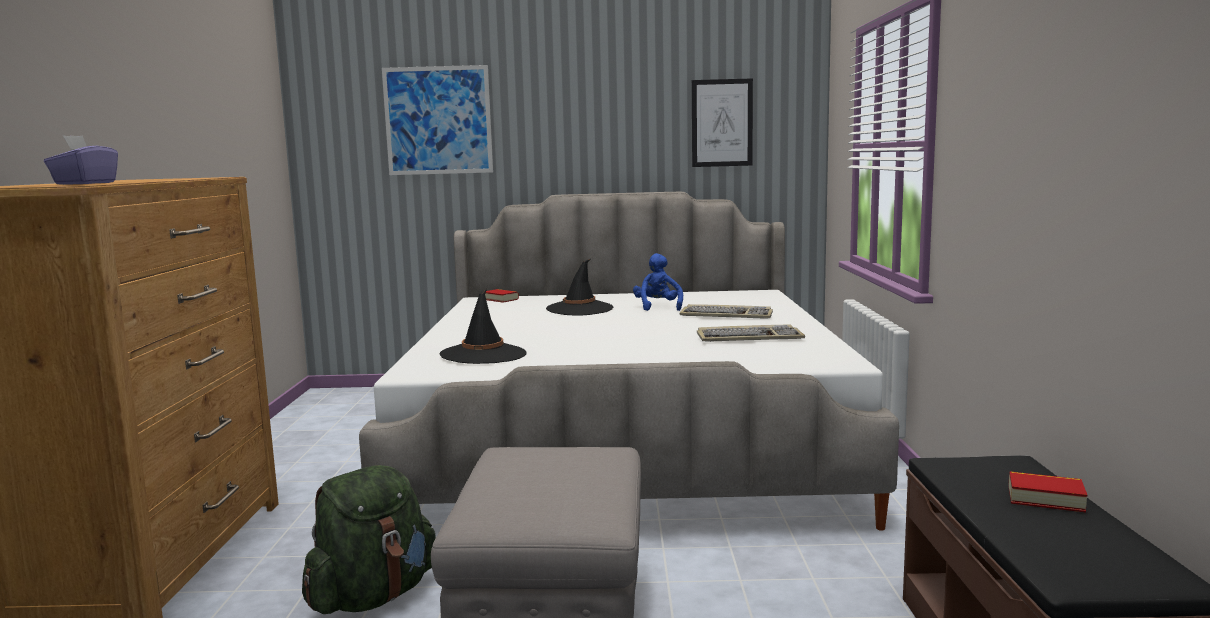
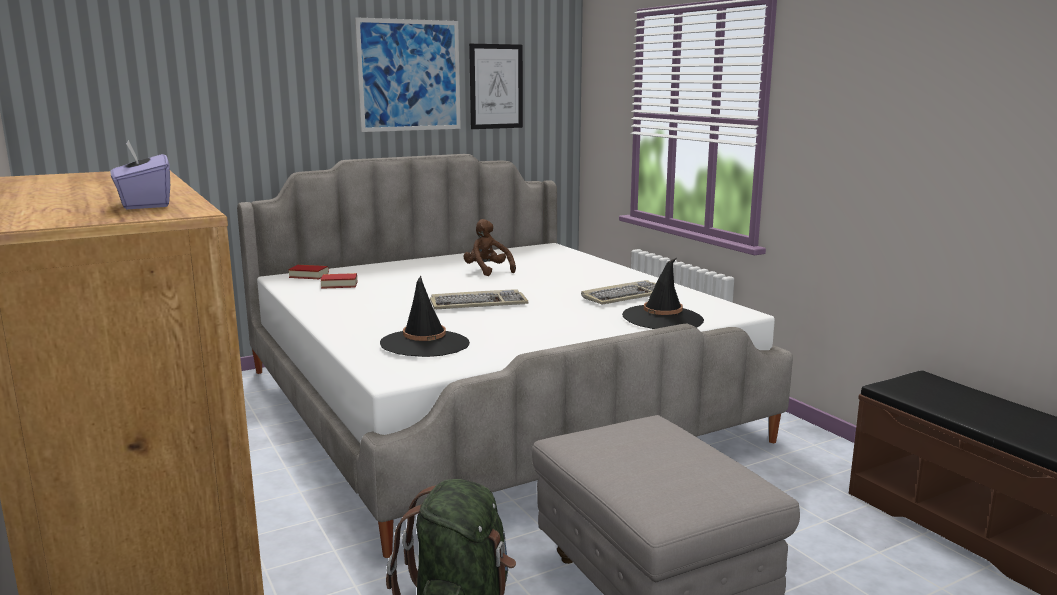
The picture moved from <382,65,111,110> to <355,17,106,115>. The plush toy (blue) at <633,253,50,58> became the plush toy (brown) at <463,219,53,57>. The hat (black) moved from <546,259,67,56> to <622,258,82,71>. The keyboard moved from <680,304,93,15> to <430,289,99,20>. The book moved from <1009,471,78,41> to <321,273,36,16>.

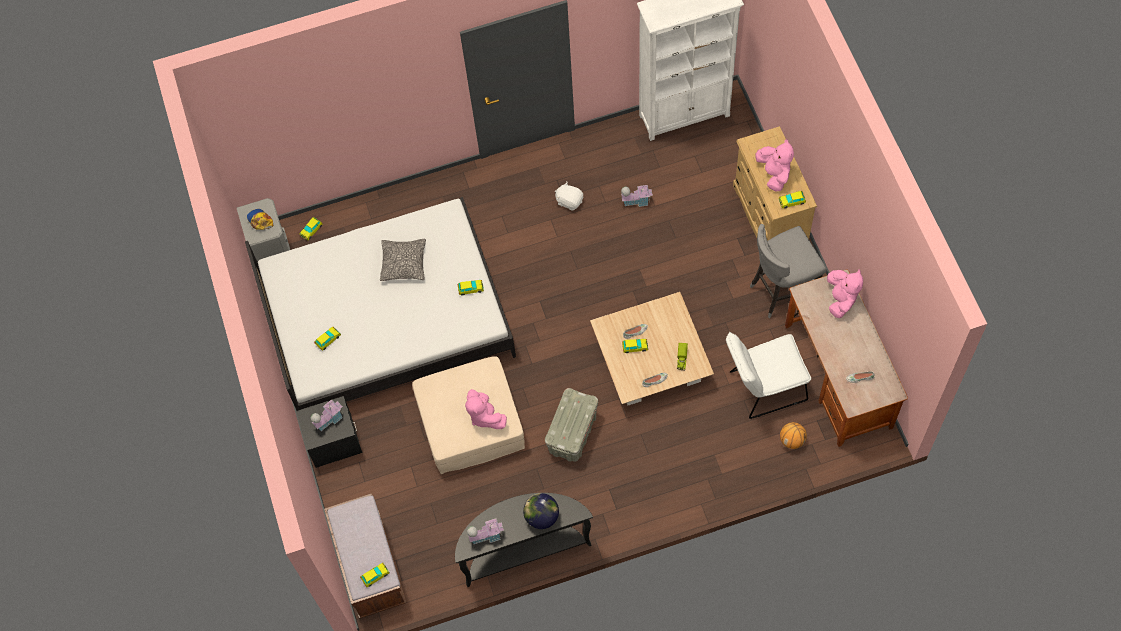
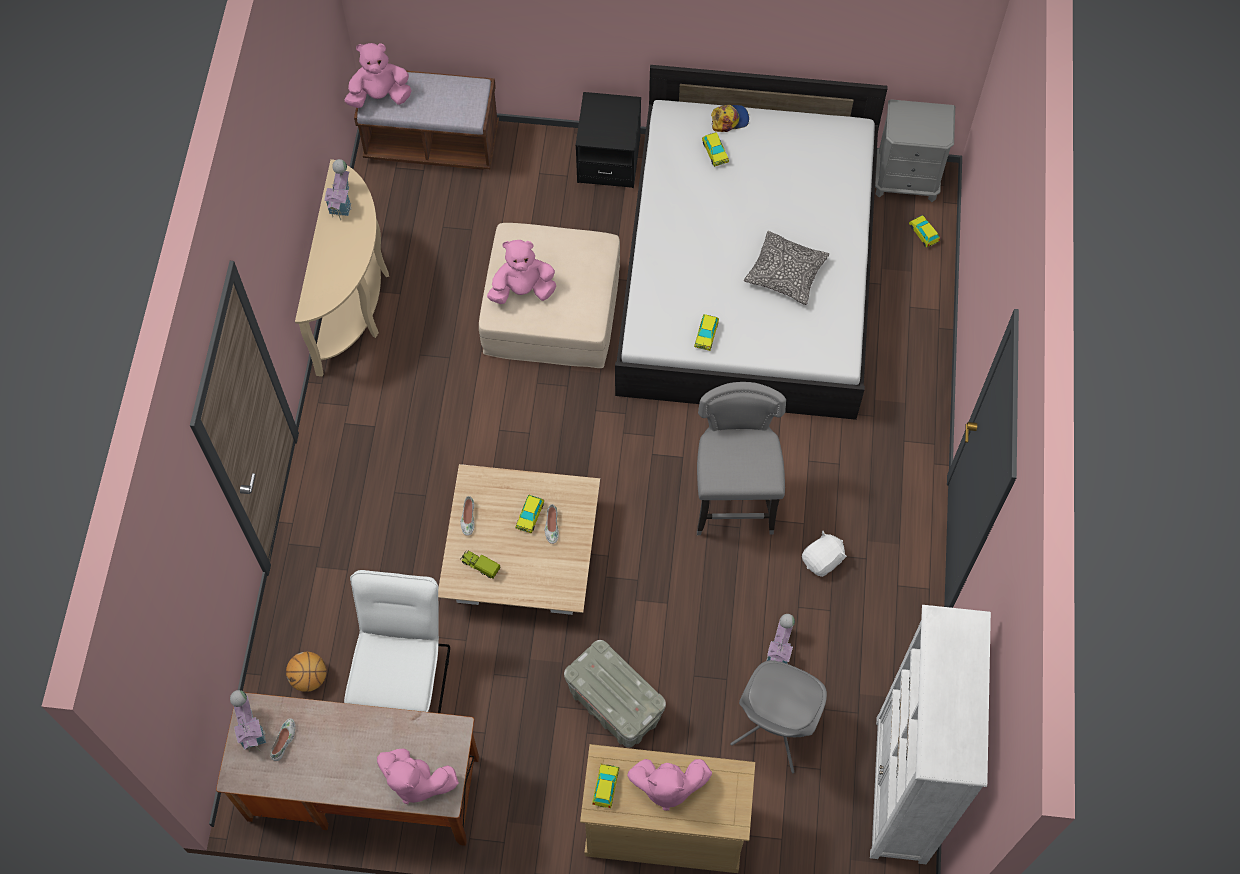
The cap moved from <247,209,26,21> to <711,105,38,27>. The stool (grey) moved from <750,224,77,94> to <697,382,89,153>. The storage box (grey) moved from <545,388,53,74> to <564,640,102,108>. The toy house moved from <311,399,32,32> to <230,690,36,62>. The console table (black) at <455,493,138,94> became the console table (beige) at <295,159,94,218>. The globe at <523,493,36,36> disappeared. The toy car at <360,563,30,24> was replaced by the plush toy (pink) at <345,43,67,65>. The chair (grey) at <730,660,97,113> appeared.

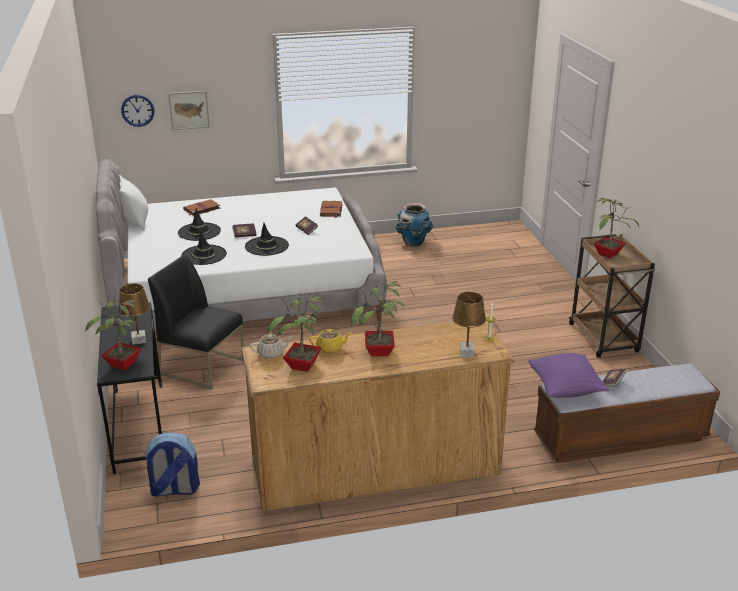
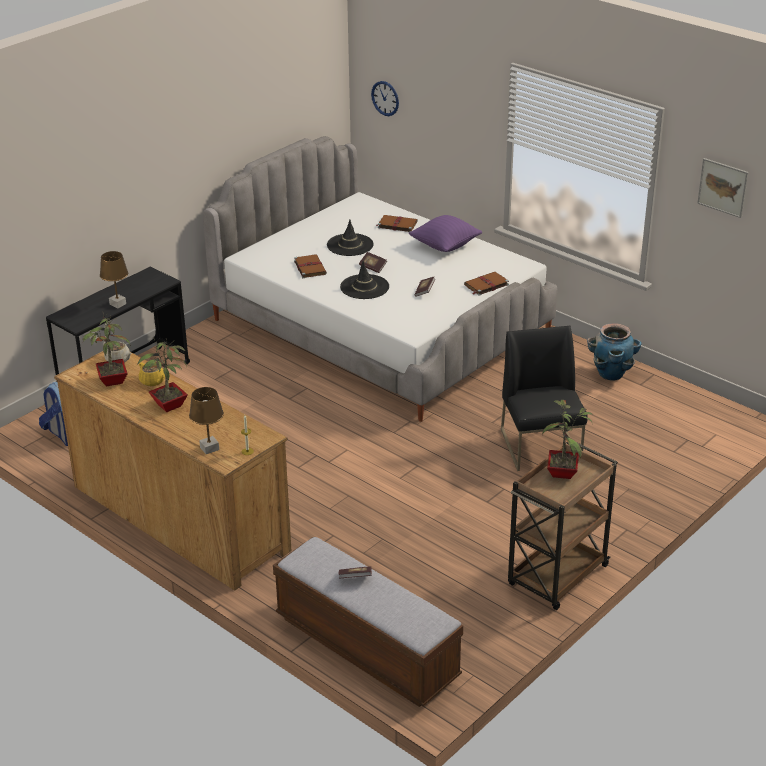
The picture moved from <168,91,42,39> to <697,158,52,60>. The pillow (white) at <119,174,29,57> disappeared. The hat (black) at <181,232,46,33> was replaced by the book (brown) at <294,254,33,24>. The chair (black) moved from <148,254,96,136> to <501,326,87,145>. The potted plant at <85,296,56,74> disappeared. The pillow (purple) moved from <528,353,81,45> to <409,215,73,37>.

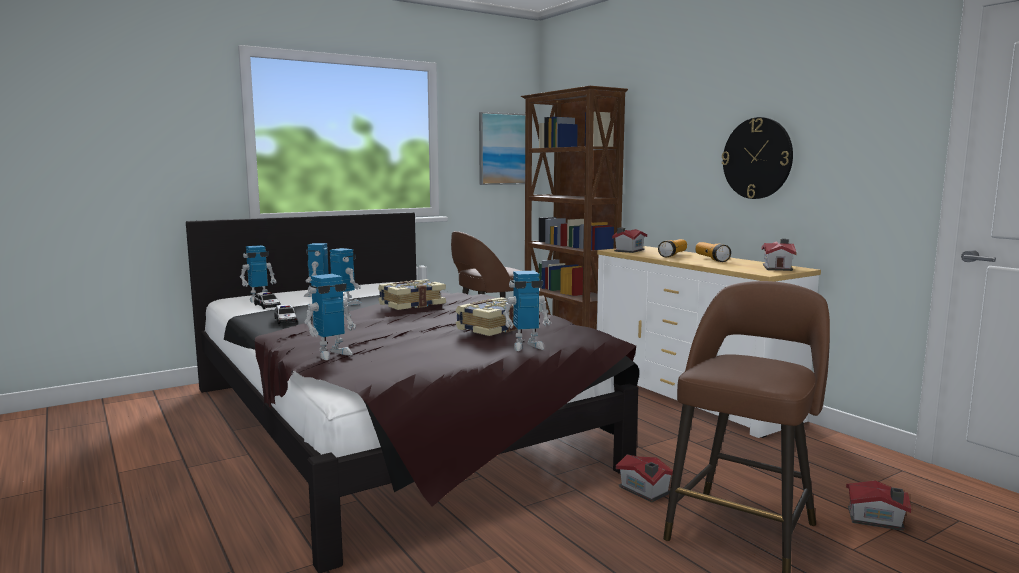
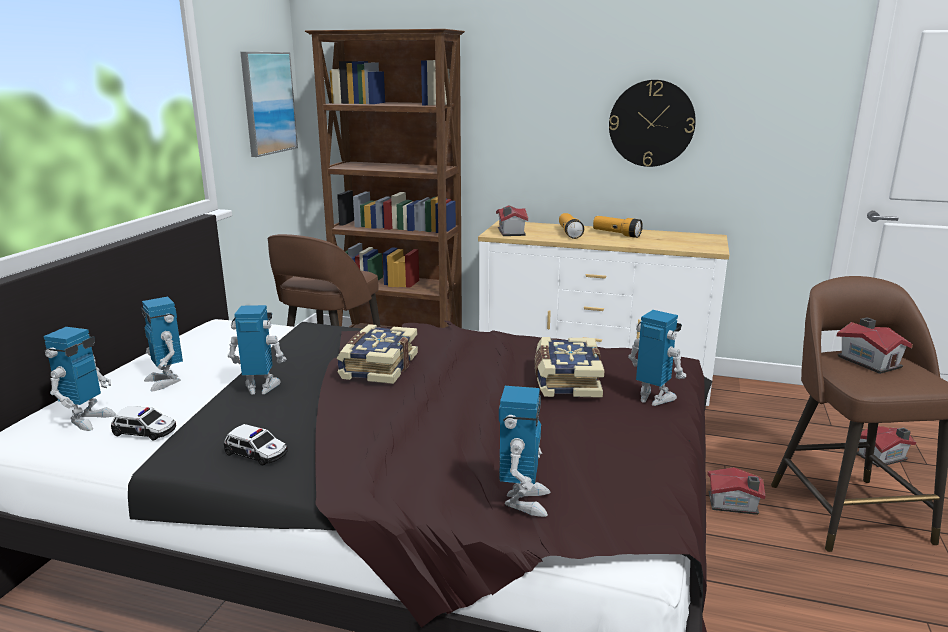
The toy house moved from <761,239,36,32> to <837,317,76,57>. The toy robot at <503,271,48,80> turned 90 degrees counterclockwise.

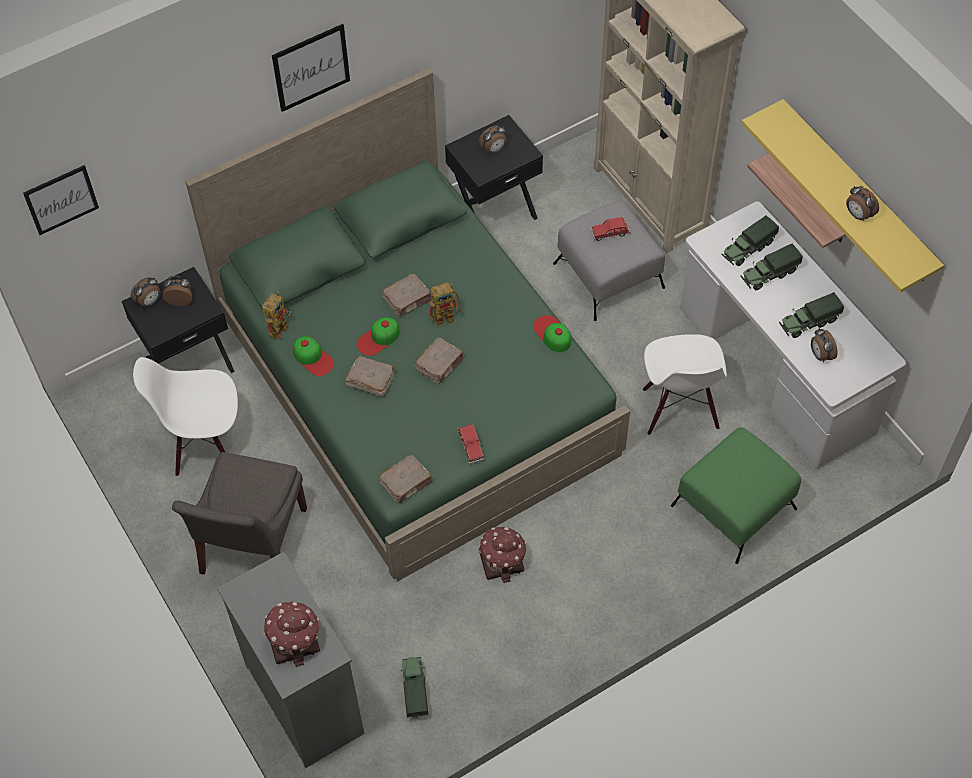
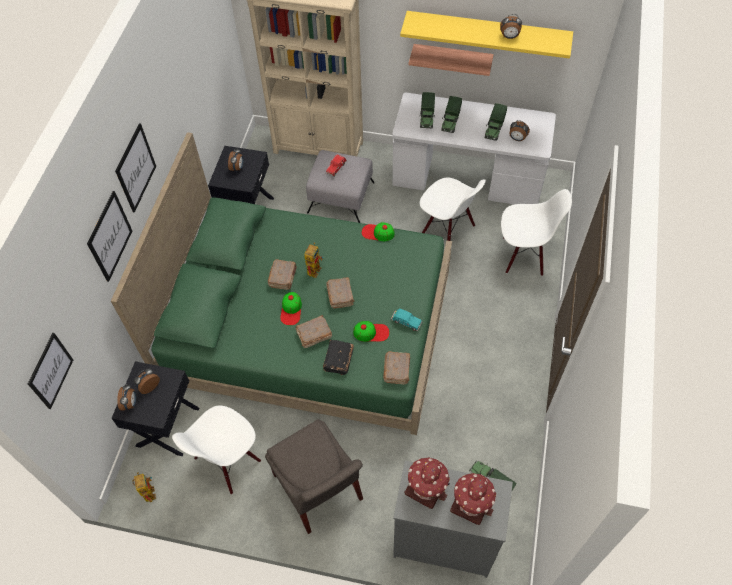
The toy robot moved from <262,291,30,49> to <133,473,23,29>. The cap moved from <293,336,41,40> to <353,321,37,21>. The toy car (red) at <457,424,28,40> became the toy car (turquoise) at <391,309,31,22>. The ottoman (green) at <671,427,130,137> was replaced by the chair (white) at <501,189,71,87>. The toy house moved from <479,527,47,56> to <404,458,46,51>. The picture at <87,191,45,91> appeared. The book (black) at <323,340,31,35> appeared.

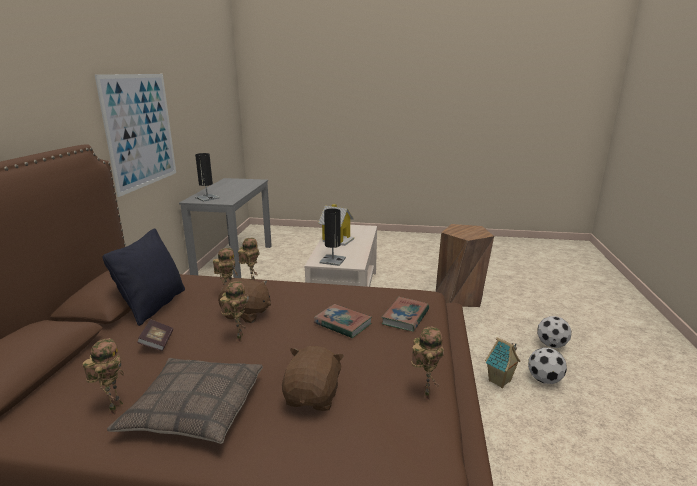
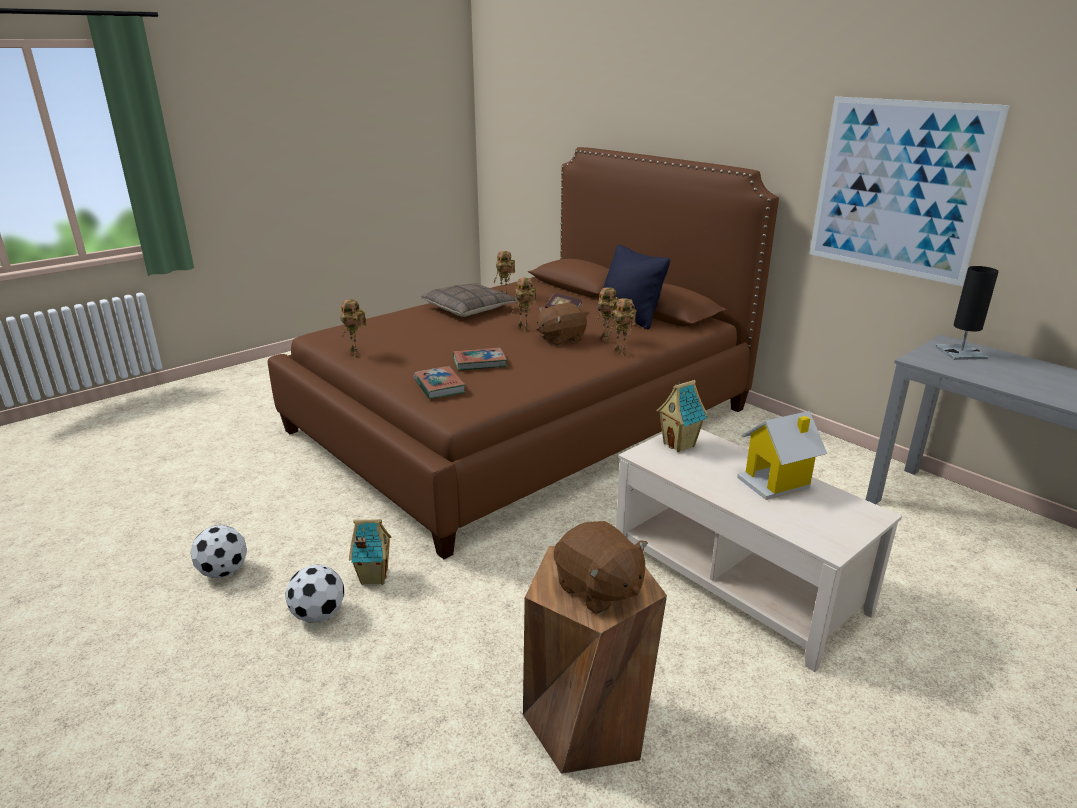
The table lamp (black) at <320,209,26,57> was replaced by the toy house at <656,380,52,72>. The football moved from <537,316,34,32> to <190,525,57,53>. The plush toy (brown) moved from <282,346,62,65> to <554,521,94,93>.

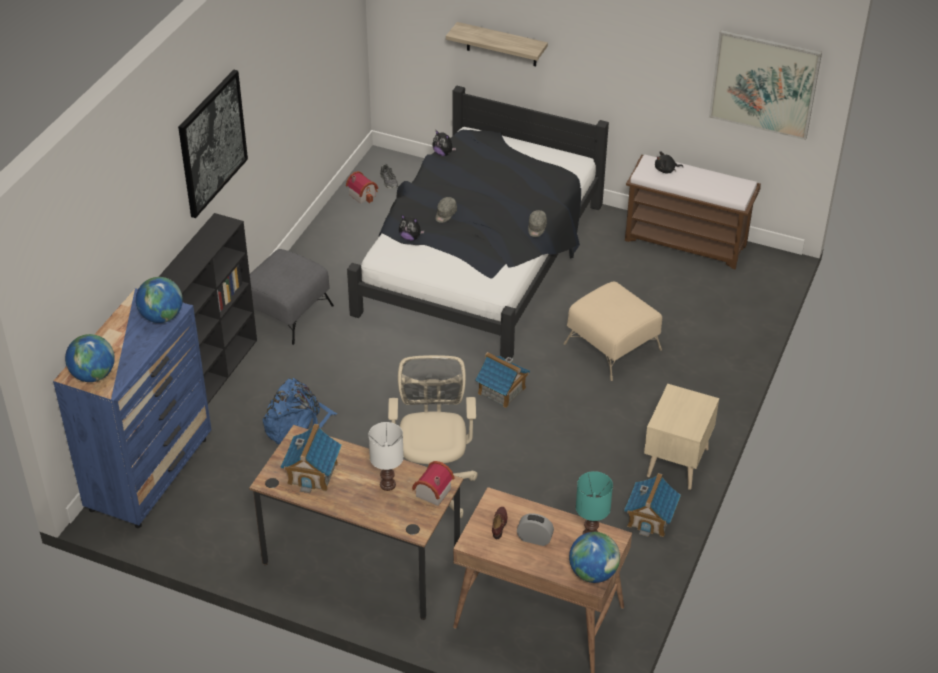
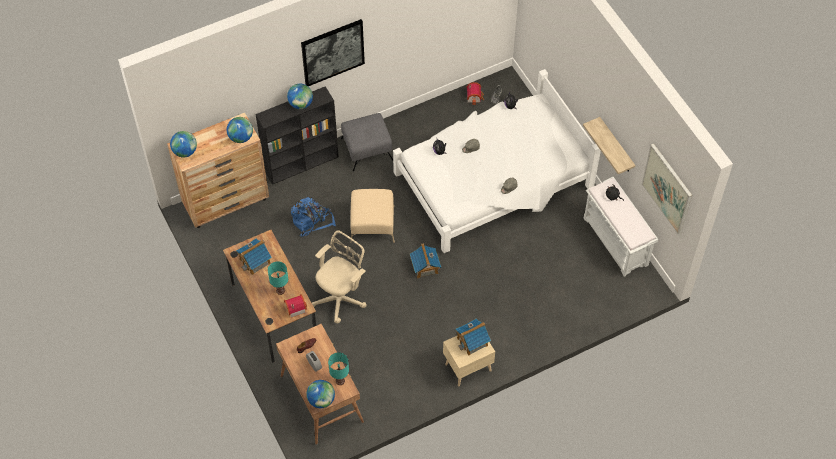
The shelf moved from <446,22,102,44> to <583,117,52,57>. The bed (black) at <347,86,262,273> became the bed (white) at <393,69,208,184>. The bench (brown) at <625,154,136,115> became the bench (white) at <583,177,75,100>. The ottoman (beige) moved from <563,281,99,100> to <350,189,45,54>. The dresser (blue) at <53,288,158,240> became the dresser (brown) at <167,113,102,115>. The table lamp (white) at <368,422,36,69> became the table lamp (turquoise) at <268,261,20,34>. The toy house moved from <624,473,57,64> to <455,319,36,37>. The globe at <287,84,26,25> appeared.

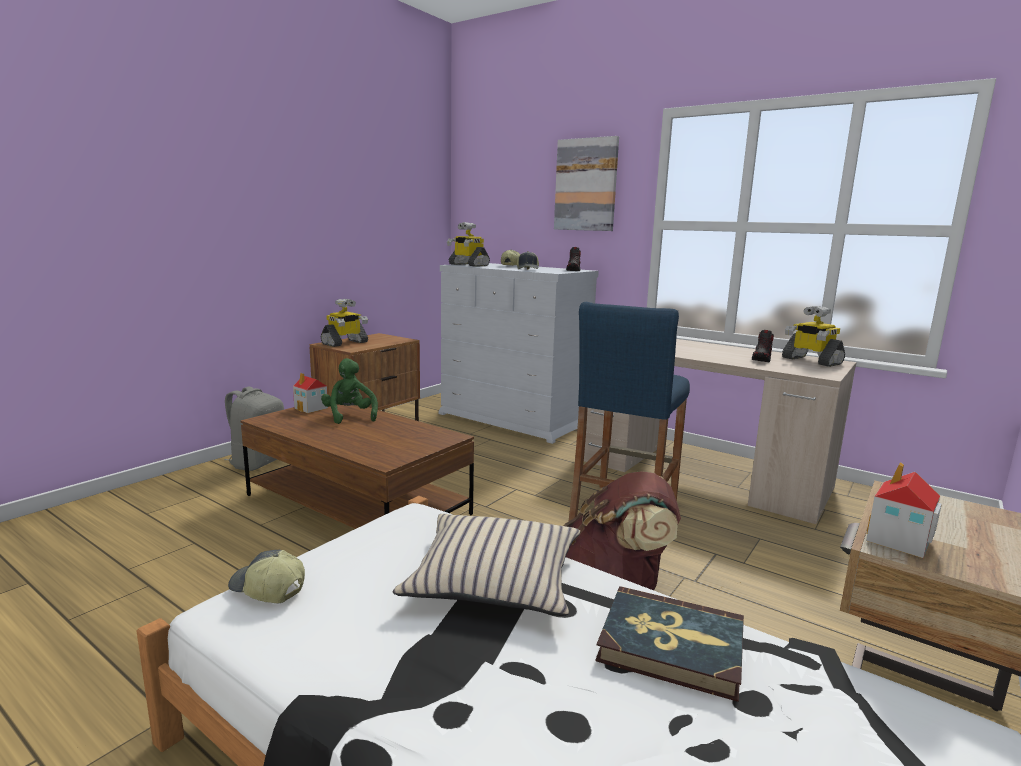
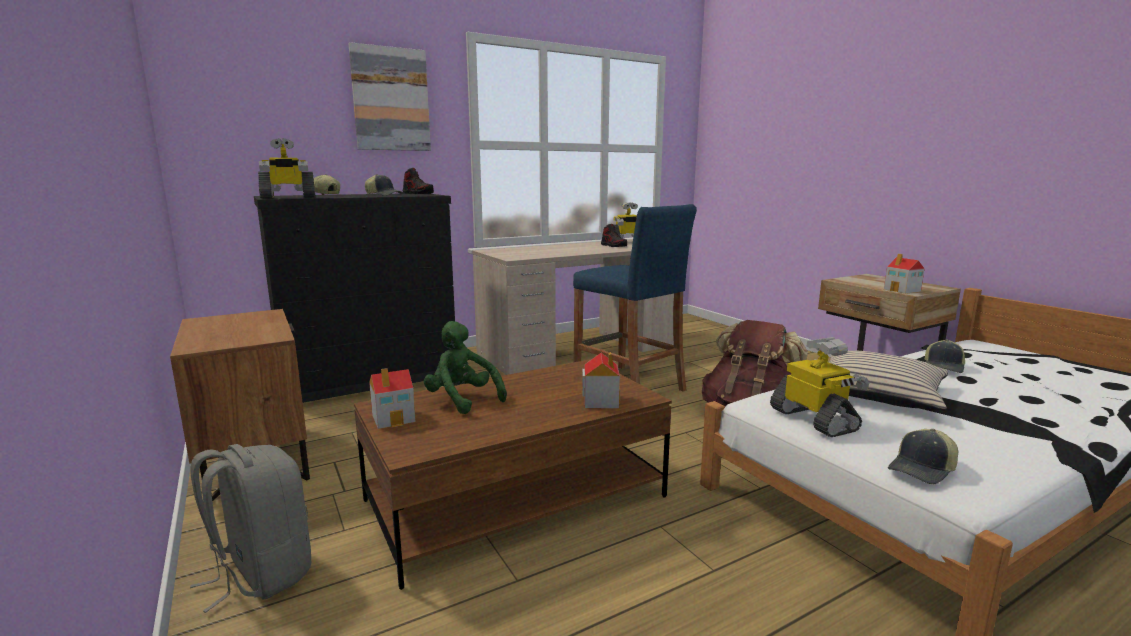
The dresser (white) at <438,263,161,181> became the dresser (black) at <254,193,201,210>. The toy robot moved from <321,299,47,48> to <770,337,99,100>. The plush toy (green) at <321,358,57,66> turned 45 degrees clockwise. The book at <595,586,149,116> was replaced by the cap at <925,340,40,33>. The toy house at <582,352,38,56> appeared.

